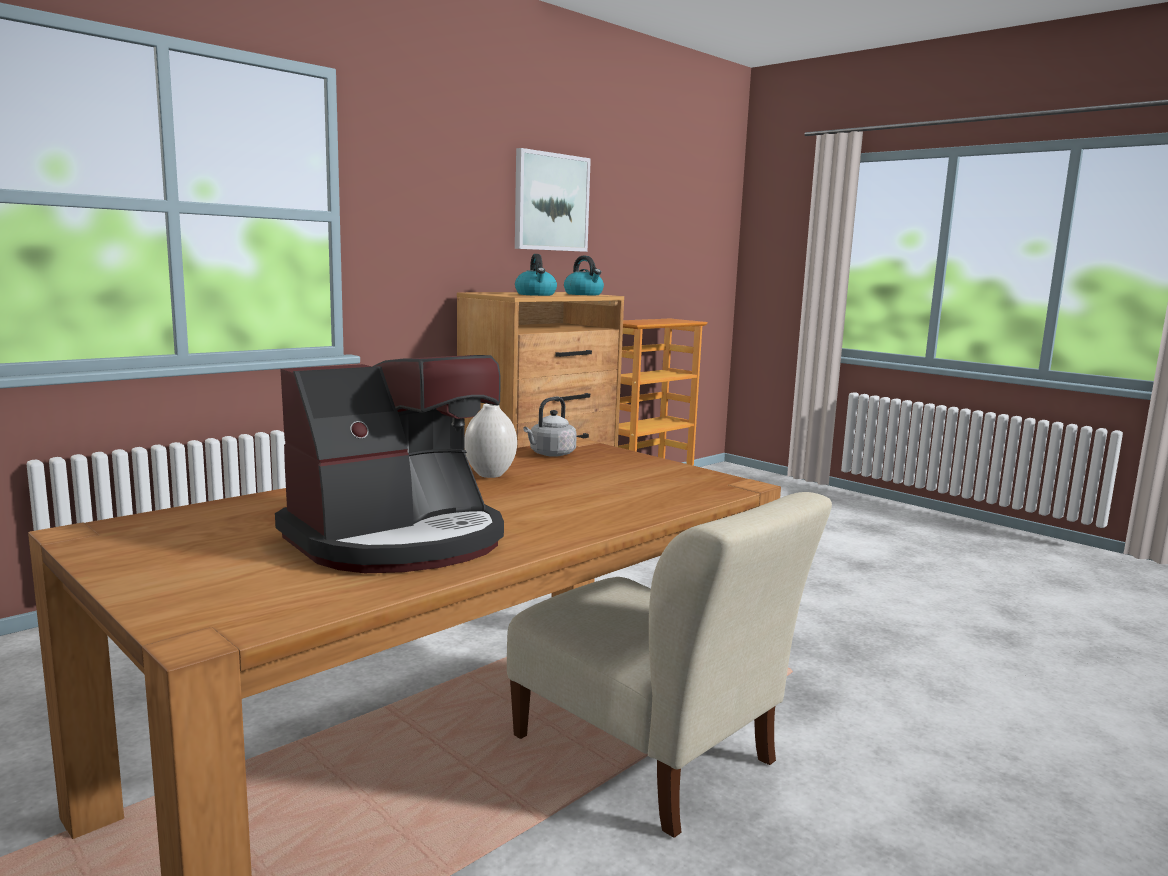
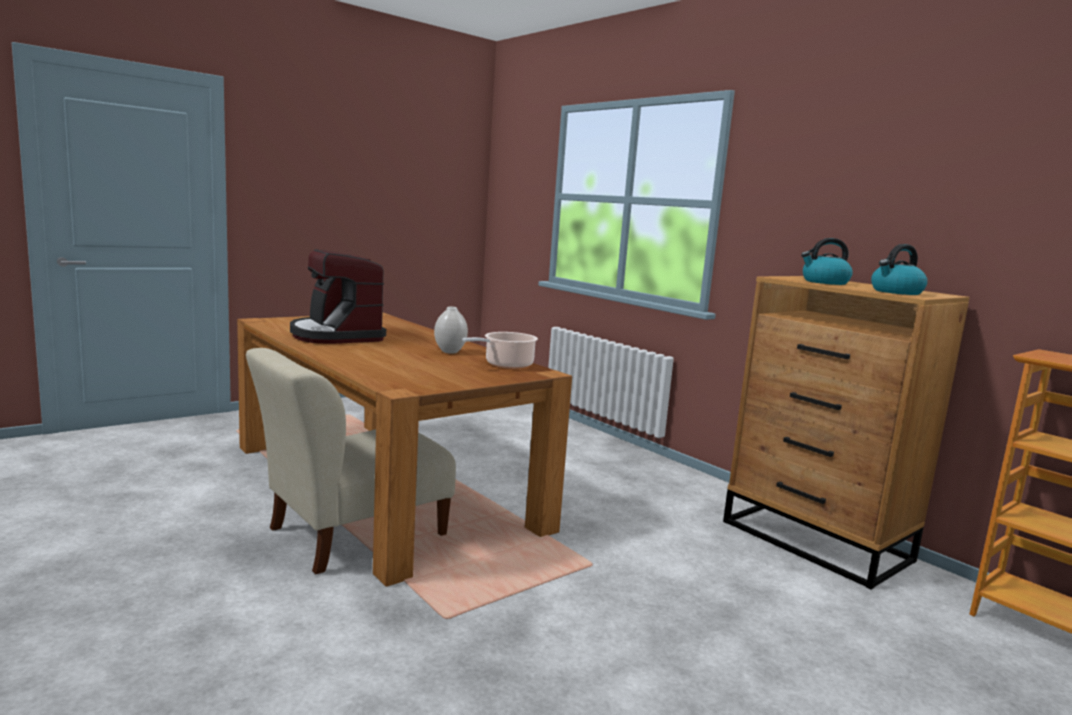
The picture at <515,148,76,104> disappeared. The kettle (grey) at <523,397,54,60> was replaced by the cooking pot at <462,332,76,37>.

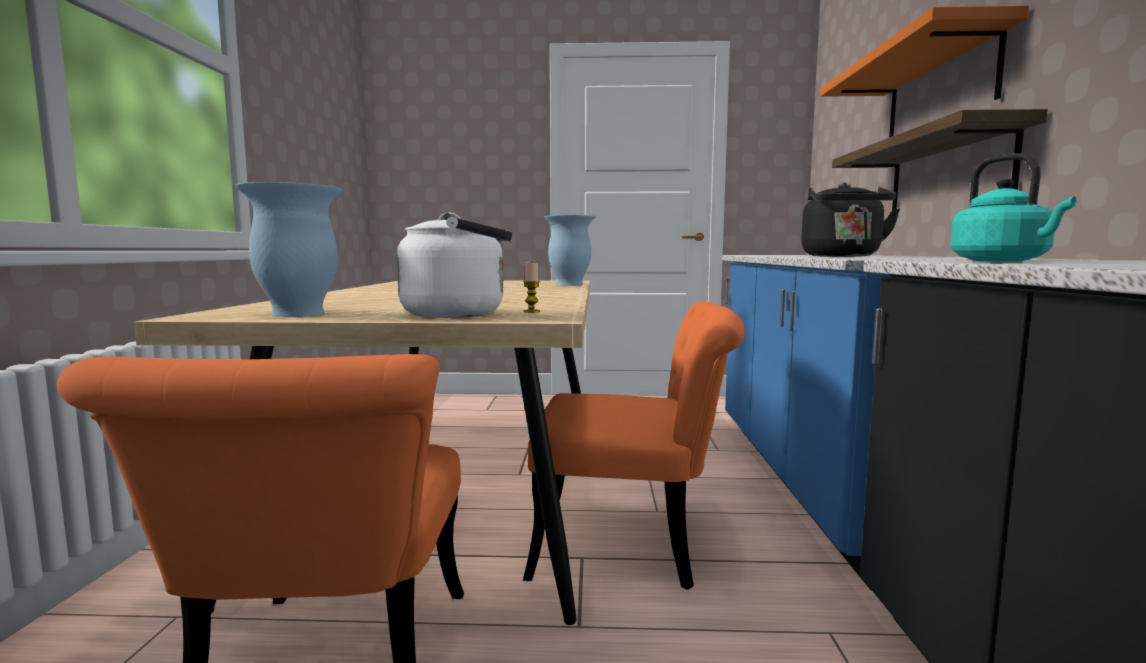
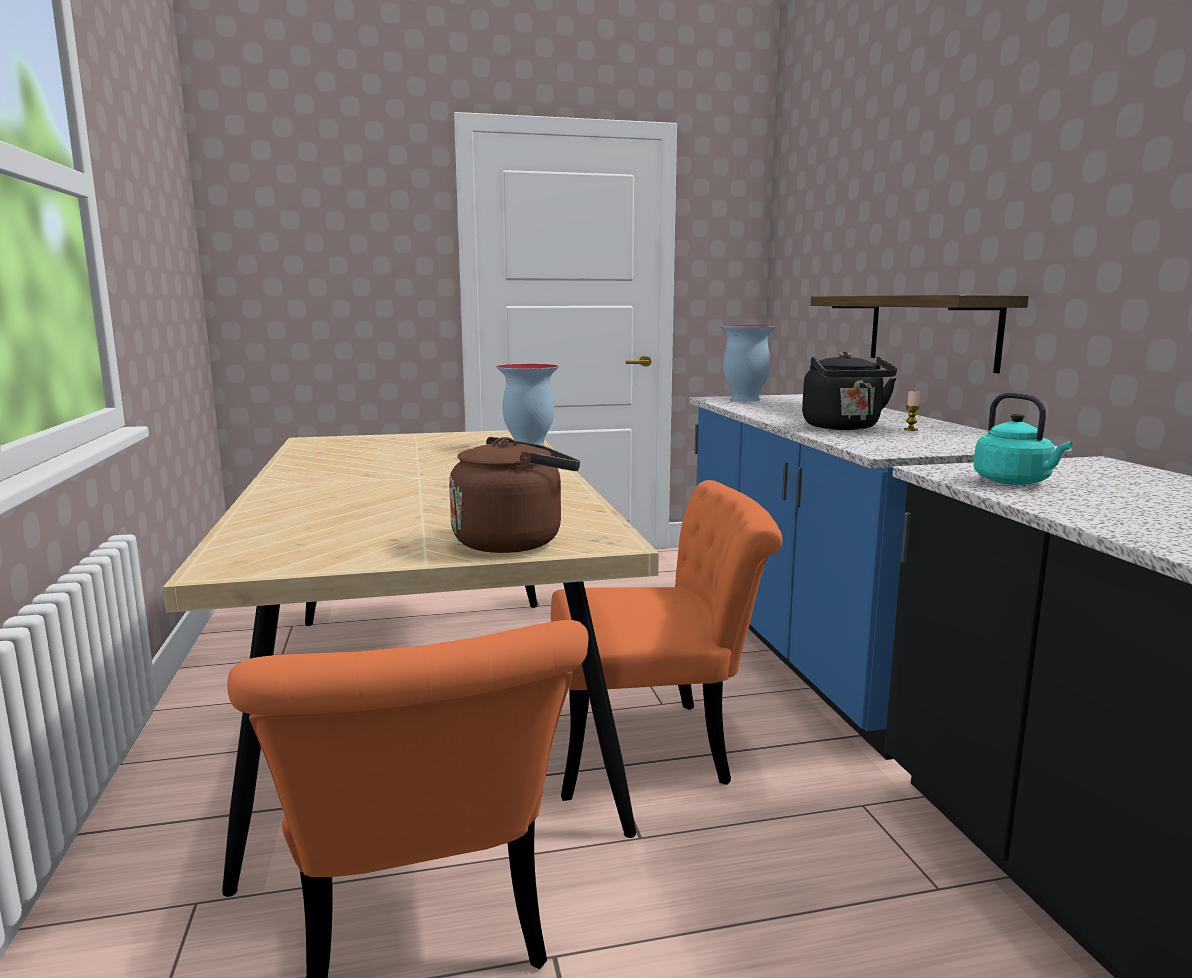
The shelf (orange) at <820,5,209,133> disappeared. The vase moved from <235,182,107,135> to <720,325,57,76>. The kettle (white) at <397,213,115,105> became the kettle (brown) at <449,437,131,116>. The candle moved from <523,262,17,51> to <904,391,16,40>.

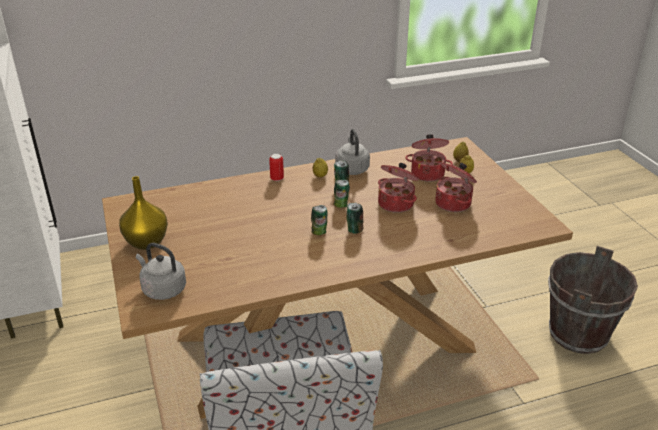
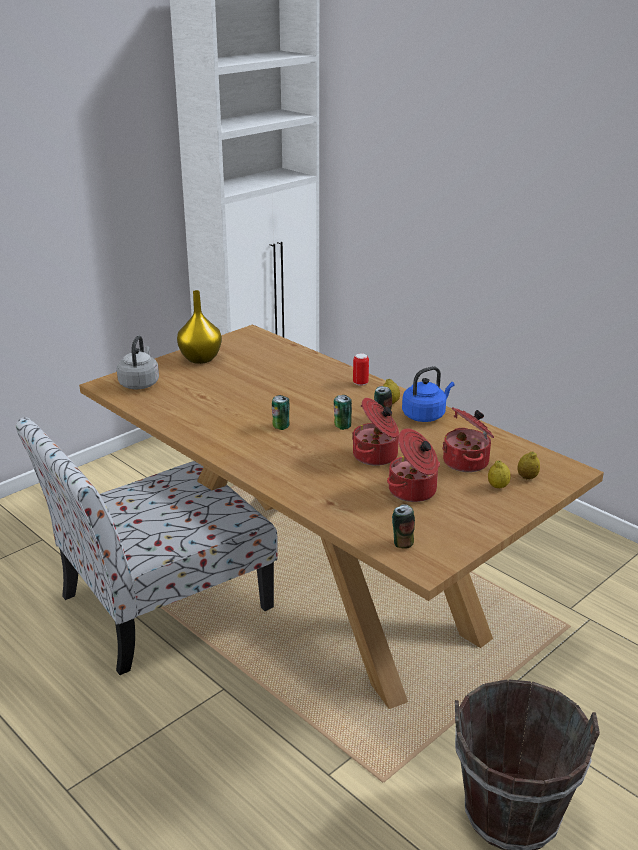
The kettle (grey) at <335,129,35,46> became the kettle (blue) at <402,366,52,56>. The can moved from <346,203,18,31> to <392,504,23,45>.

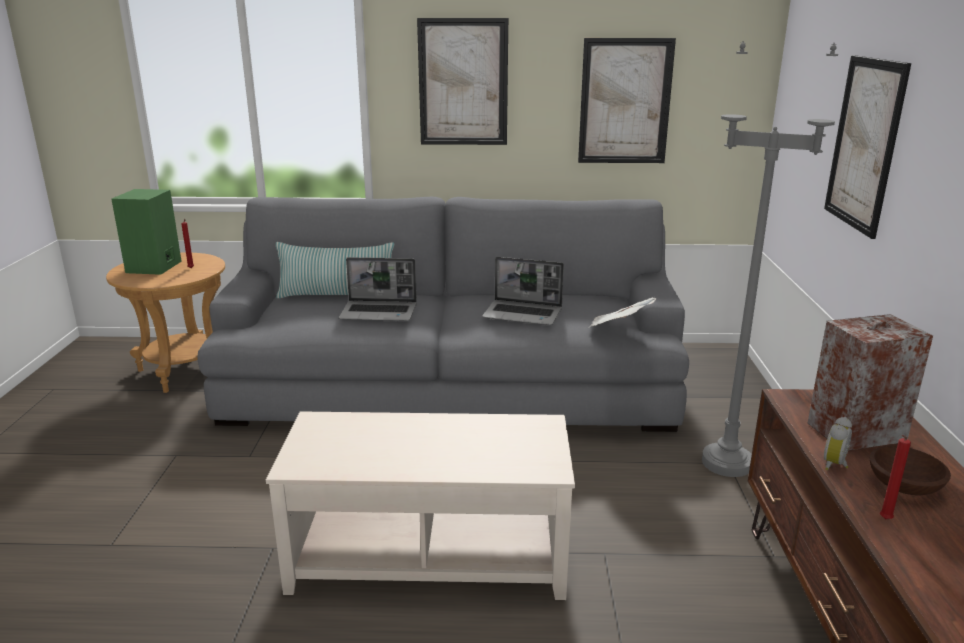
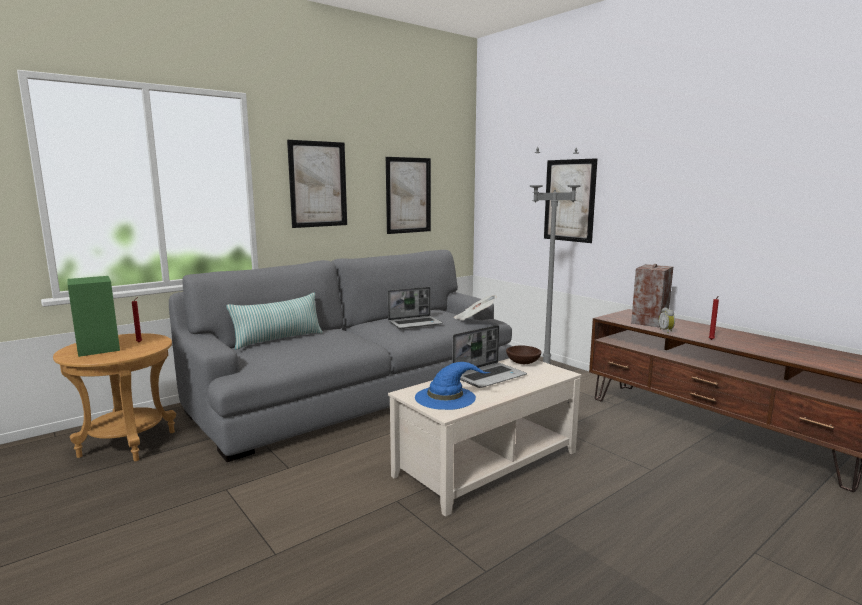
The laptop moved from <339,257,78,64> to <452,325,75,63>. The bowl (brown) moved from <869,446,82,49> to <506,345,36,19>. The hat (blue) at <415,362,75,48> appeared.

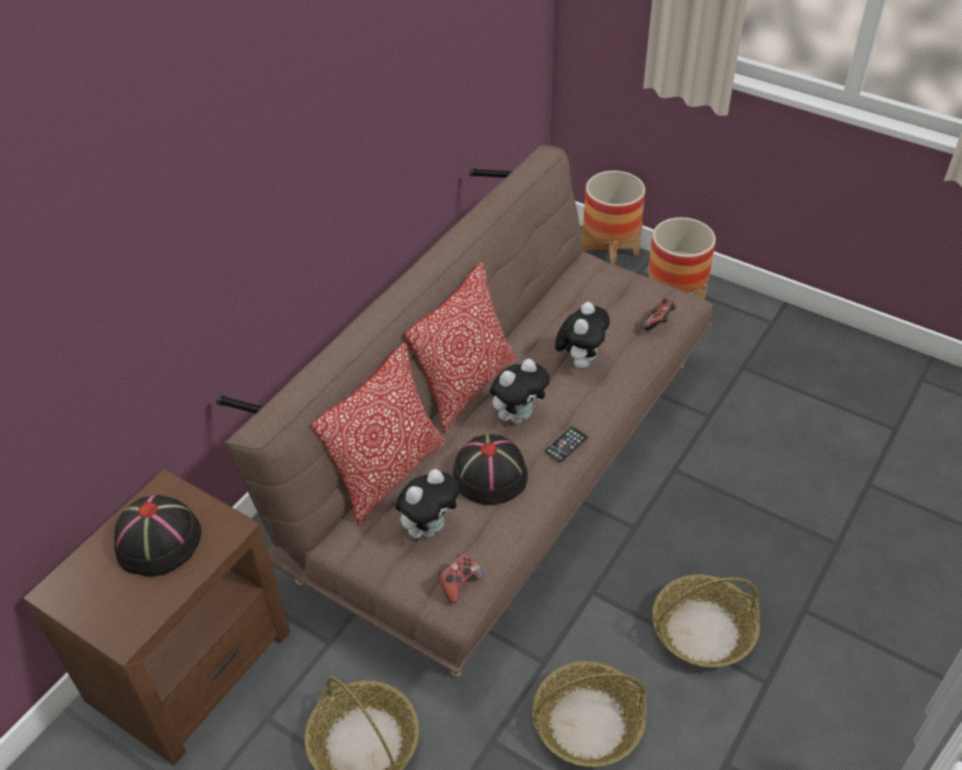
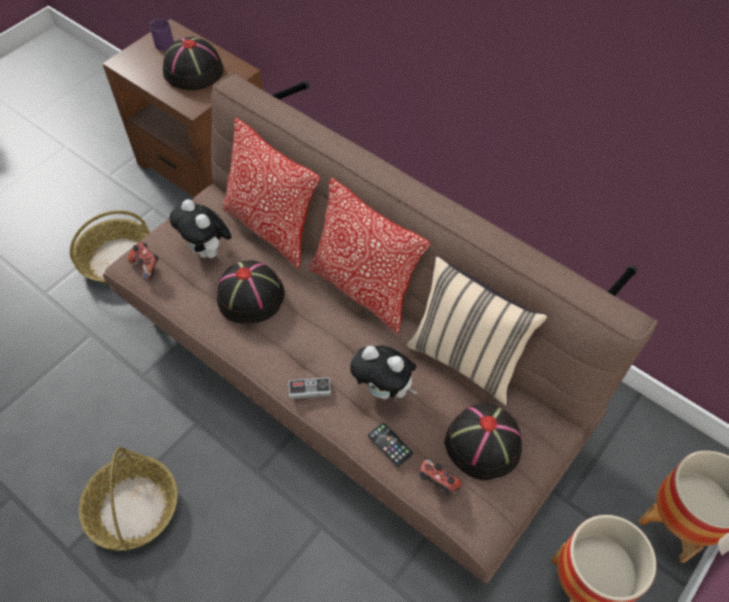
The plush toy at <490,359,60,64> disappeared. The phone moved from <545,427,43,35> to <368,423,45,44>. The basket at <532,661,115,106> disappeared. The mug (purple) at <149,19,25,32> appeared. The pillow (beige) at <407,256,140,149> appeared. The game controller at <289,377,42,22> appeared. The hat (black) at <444,404,78,76> appeared.

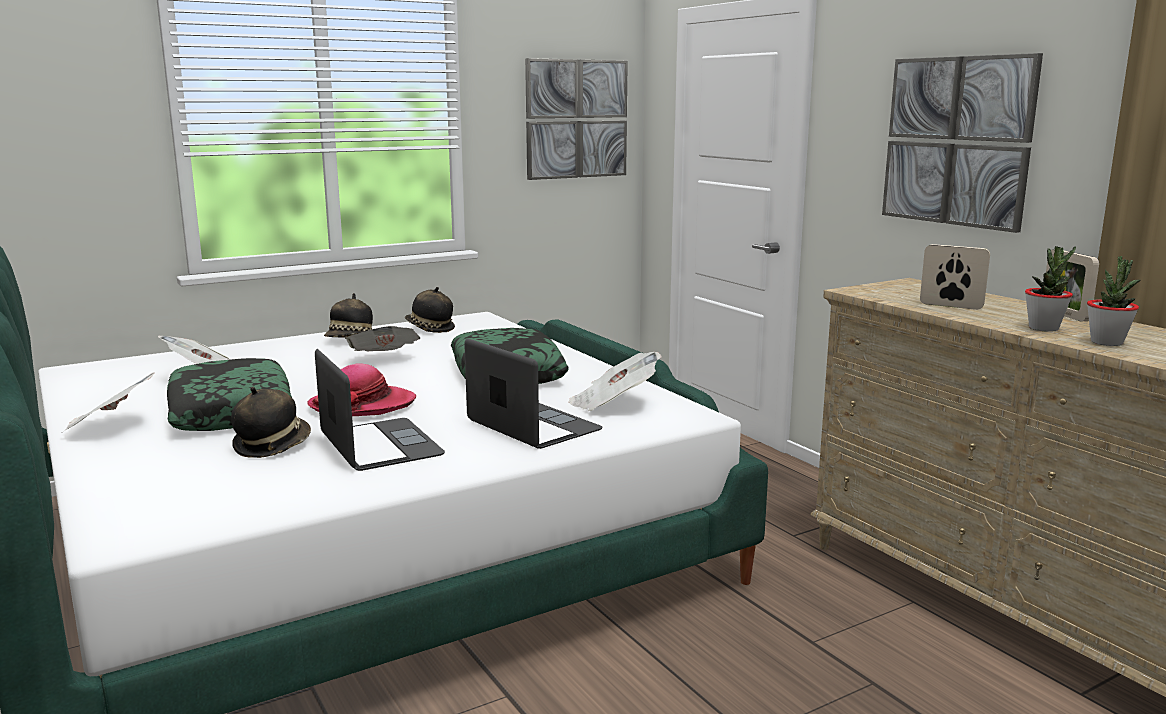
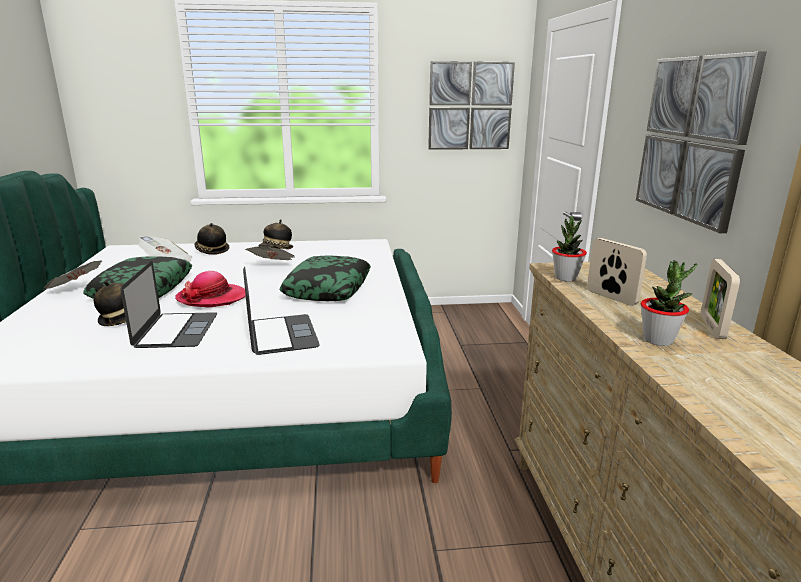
The potted plant moved from <1087,256,54,90> to <552,216,35,66>. The hat moved from <405,287,50,46> to <194,223,35,32>. The newspaper at <568,352,94,59> disappeared.

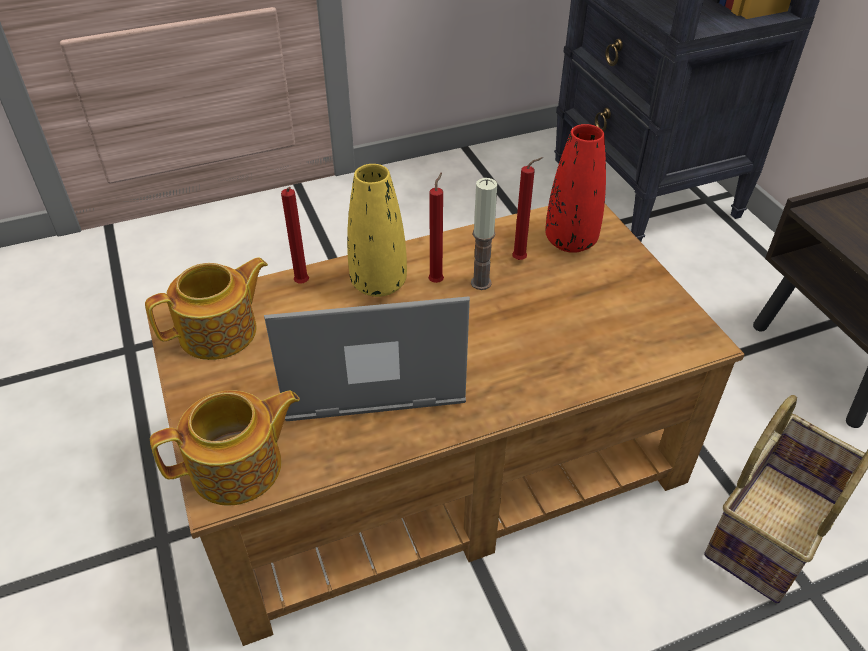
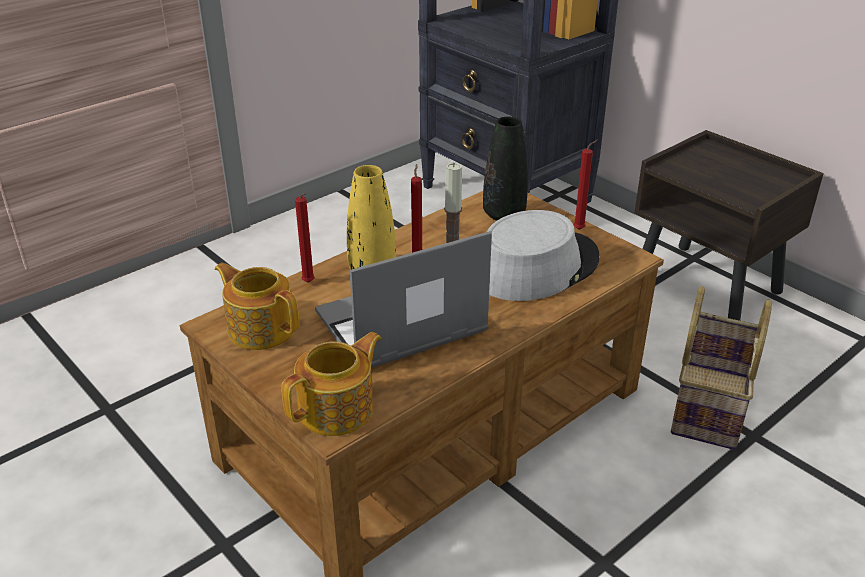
The vase (red) at <545,124,61,129> became the vase (black) at <483,116,45,105>. The candle (red) moved from <512,157,31,103> to <573,139,25,91>. The teapot at <145,257,123,103> turned 90 degrees counterclockwise. The hat (grey) at <487,210,112,91> appeared.

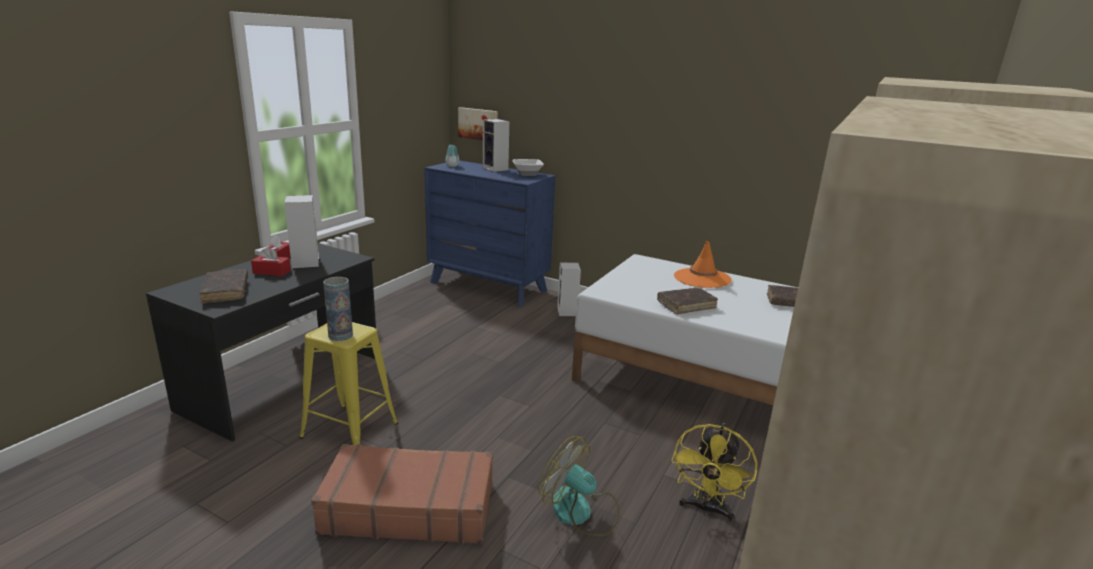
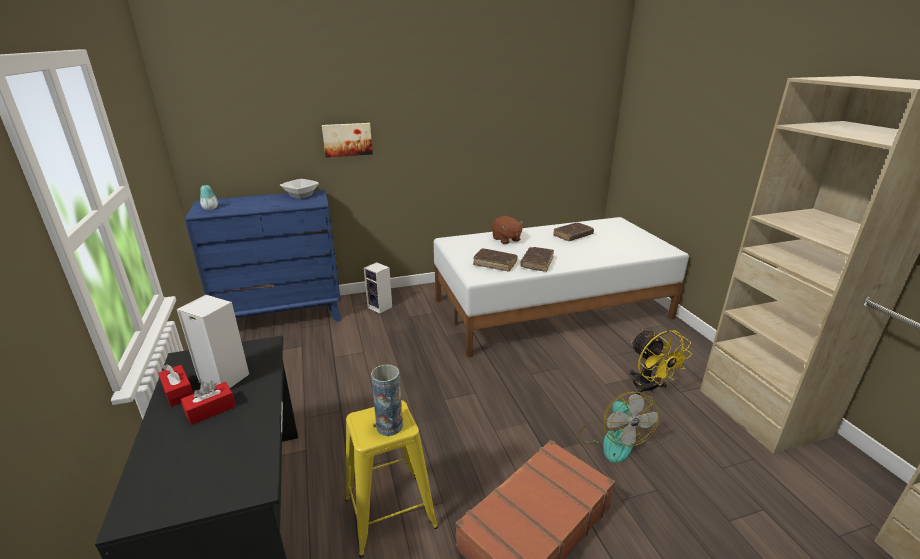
The picture moved from <458,107,40,33> to <322,123,51,34>. The speaker at <483,119,26,53> disappeared. The hat (orange) at <674,241,58,47> was replaced by the plush toy (brown) at <492,216,32,28>. The book (brown) moved from <200,269,48,35> to <473,248,45,24>. The fan at <538,436,82,100> turned 90 degrees counterclockwise.

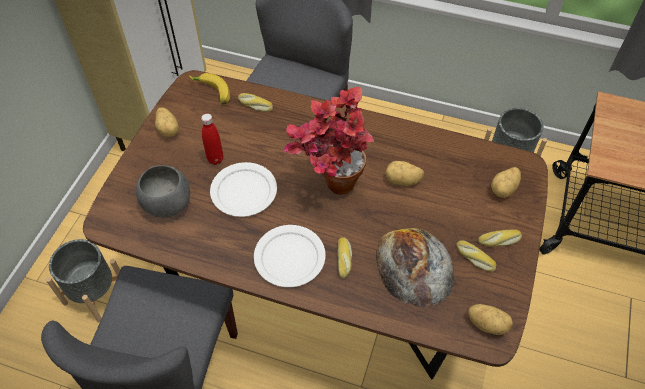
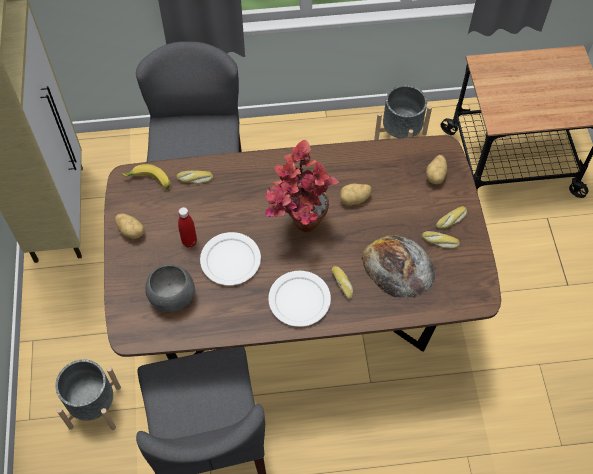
The potato at <468,304,45,31> disappeared.

